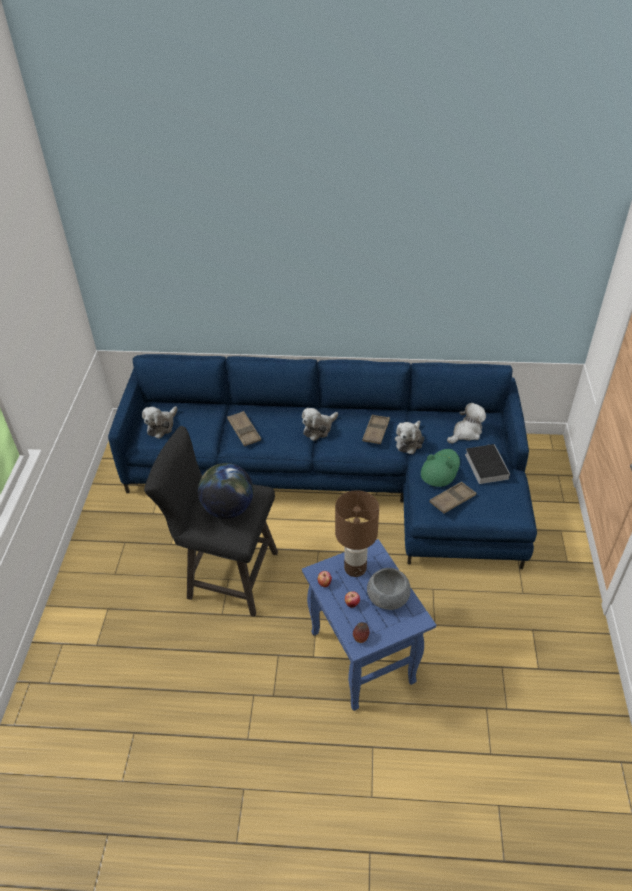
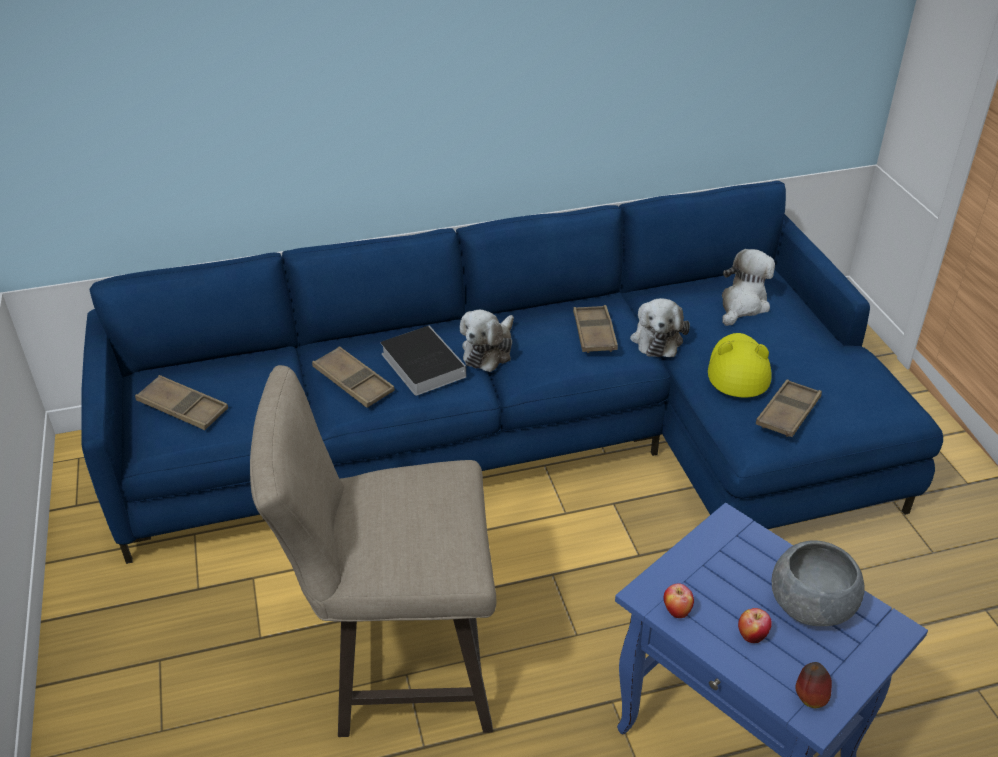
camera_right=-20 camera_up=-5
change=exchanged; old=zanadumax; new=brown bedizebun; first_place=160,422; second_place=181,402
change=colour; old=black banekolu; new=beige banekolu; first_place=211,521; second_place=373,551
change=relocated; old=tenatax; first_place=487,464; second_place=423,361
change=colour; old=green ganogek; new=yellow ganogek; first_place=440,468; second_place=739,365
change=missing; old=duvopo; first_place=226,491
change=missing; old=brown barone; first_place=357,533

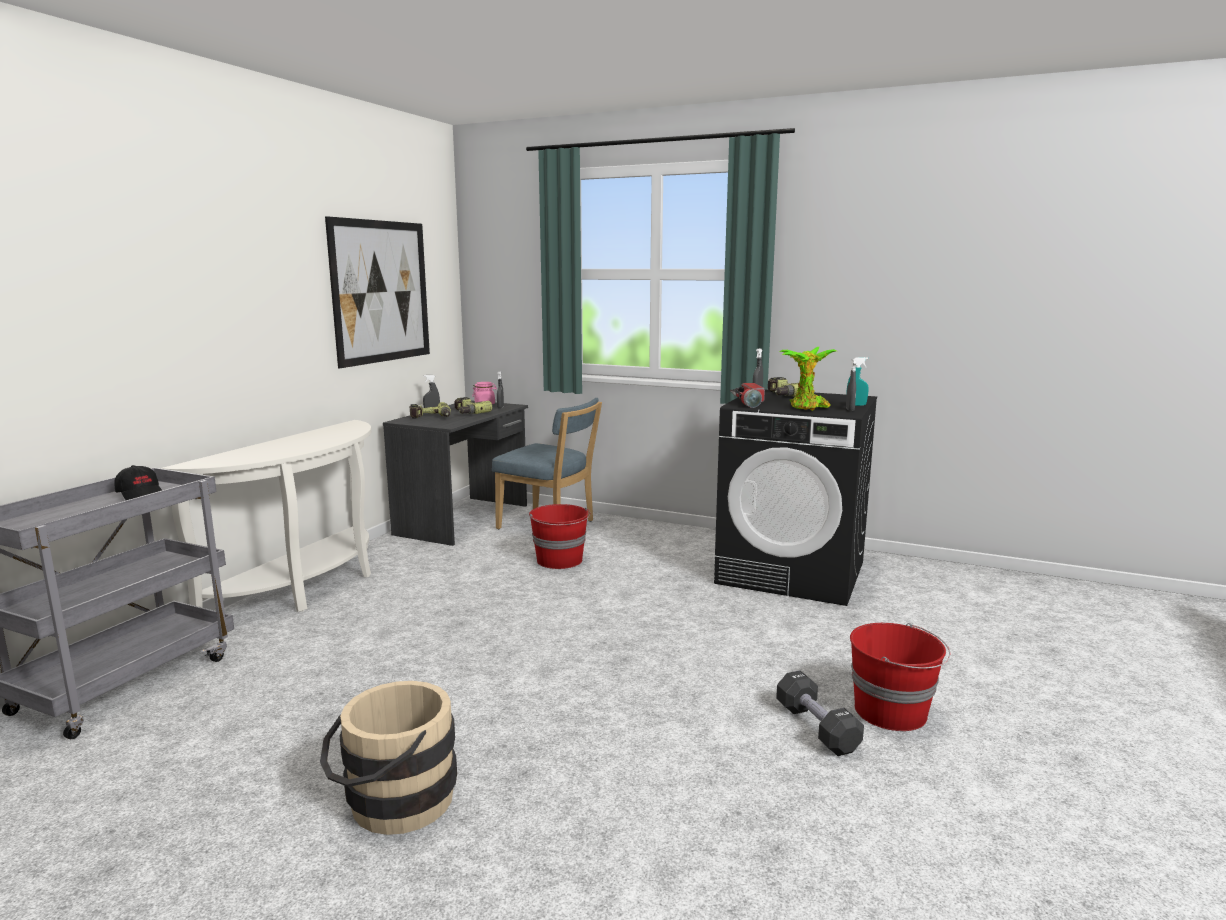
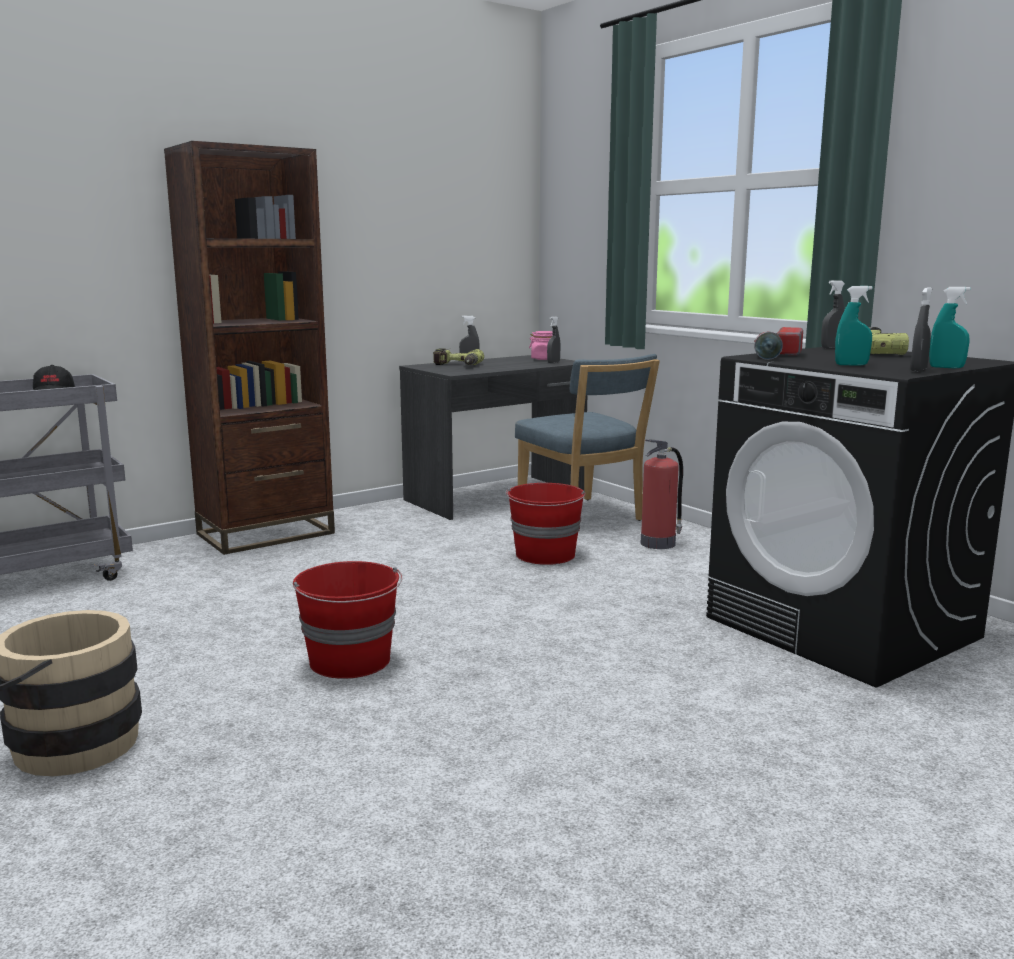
camera_right=30 camera_up=0
change=missing; old=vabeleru; first_place=377,292
change=exchanged; old=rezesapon; new=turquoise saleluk; first_place=808,379; second_place=854,326
change=missing; old=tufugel; first_place=473,405
change=exchanged; old=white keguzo; new=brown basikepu; first_place=266,516; second_place=249,348
change=relocated; old=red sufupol; first_place=900,677; second_place=347,620
change=missing; old=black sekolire; first_place=820,713
change=appeared; new=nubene; second_place=662,494

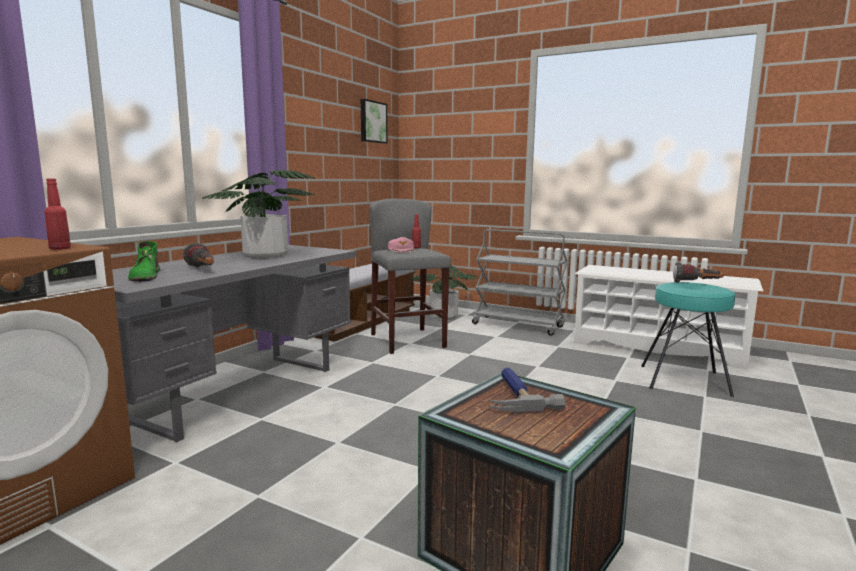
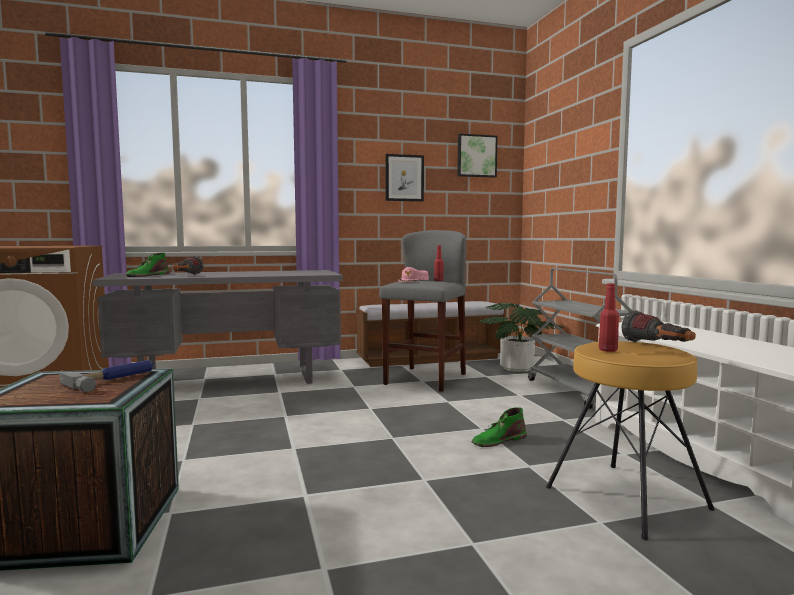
camera_right=45 camera_up=-5
change=missing; old=rezesapon; first_place=258,214
change=relocated; old=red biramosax; first_place=58,214; second_place=609,317
change=colour; old=turquoise banekolu; new=brown banekolu; first_place=688,339; second_place=630,441
change=appeared; new=vabeleru; second_place=404,178
change=appeared; new=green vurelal; second_place=499,427

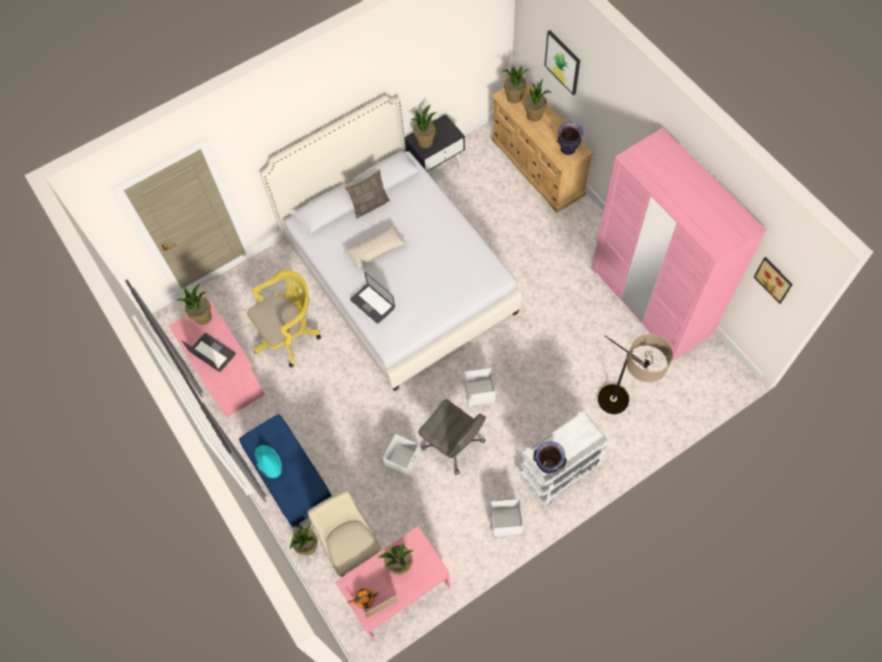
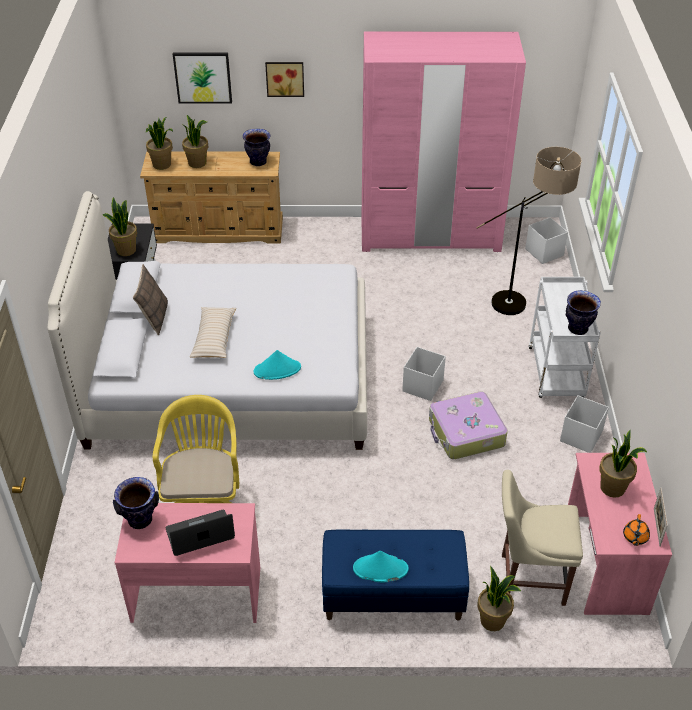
camera_right=-60 camera_up=-20
change=relocated; old=vabeleru; first_place=773,280; second_place=284,79
change=exchanged; old=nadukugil; new=turquoise ganogek; first_place=372,298; second_place=277,365
change=exchanged; old=rezesapon; new=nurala; first_place=194,304; second_place=136,503
change=exchanged; old=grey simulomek; new=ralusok; first_place=452,437; second_place=468,425
change=relocated; old=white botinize; first_place=402,456; second_place=546,240

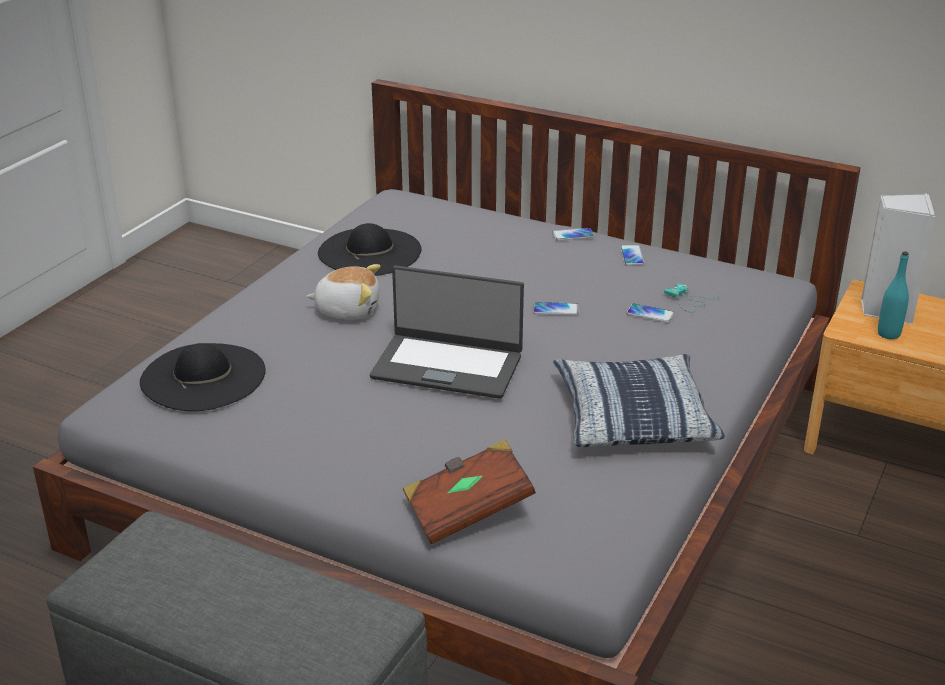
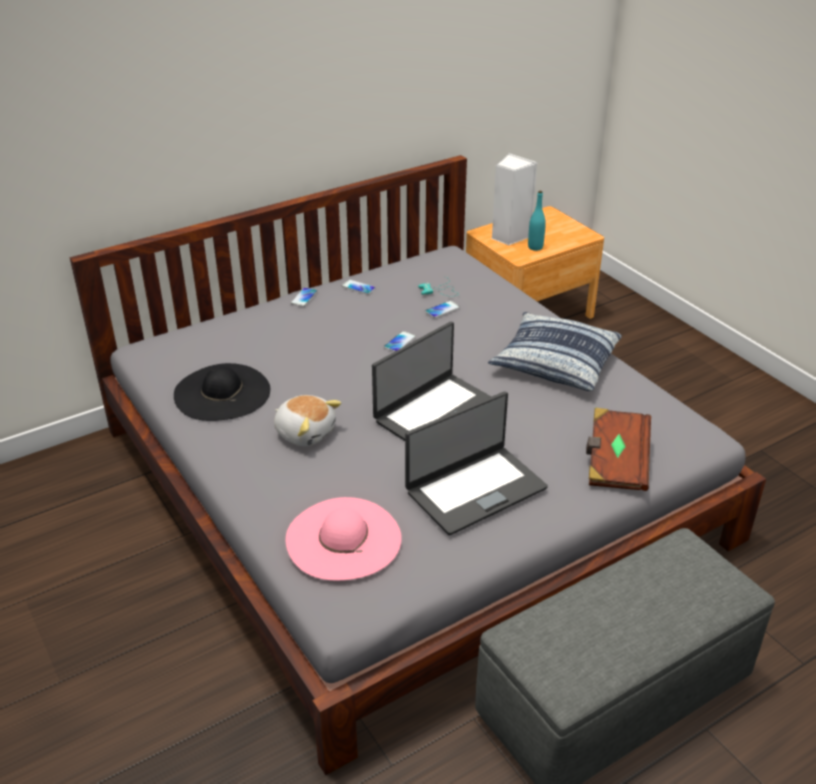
camera_right=-60 camera_up=5
change=spun; old=zanadumax; first_place=343,292; second_place=307,420; degrees=90
change=colour; old=black ganogek; new=pink ganogek; first_place=203,377; second_place=343,539
change=appeared; new=nadukugil; second_place=476,463

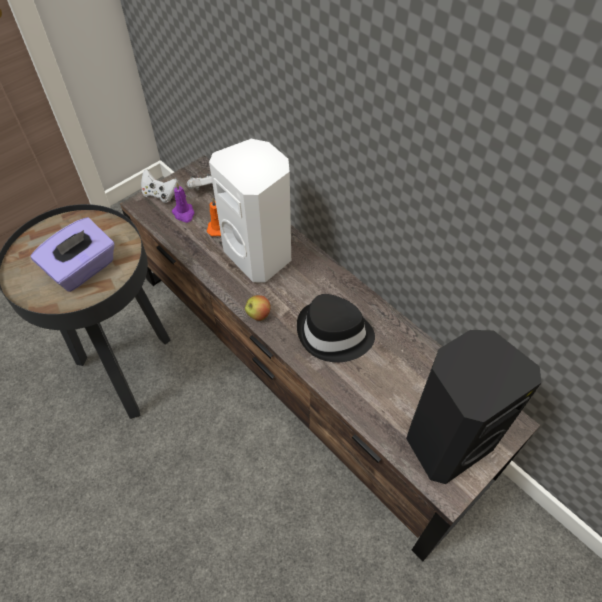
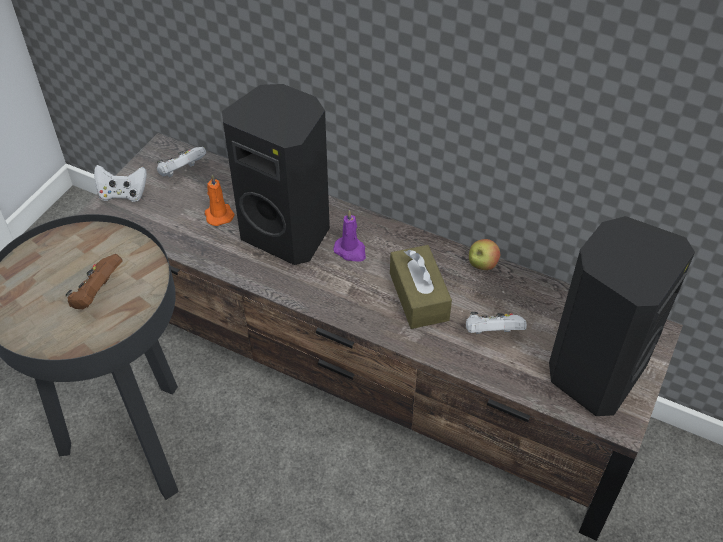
camera_right=-20 camera_up=-5
change=colour; old=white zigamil; new=black zigamil; first_place=250,211; second_place=276,174
change=relocated; old=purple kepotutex; first_place=183,202; second_place=349,236
change=exchanged; old=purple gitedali; new=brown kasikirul; first_place=73,254; second_place=93,281
change=exchanged; old=black ganogek; new=brown gitedali; first_place=336,328; second_place=421,287
change=relocated; old=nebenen; first_place=258,308; second_place=484,254
change=appeared; new=white kasikirul; second_place=496,323

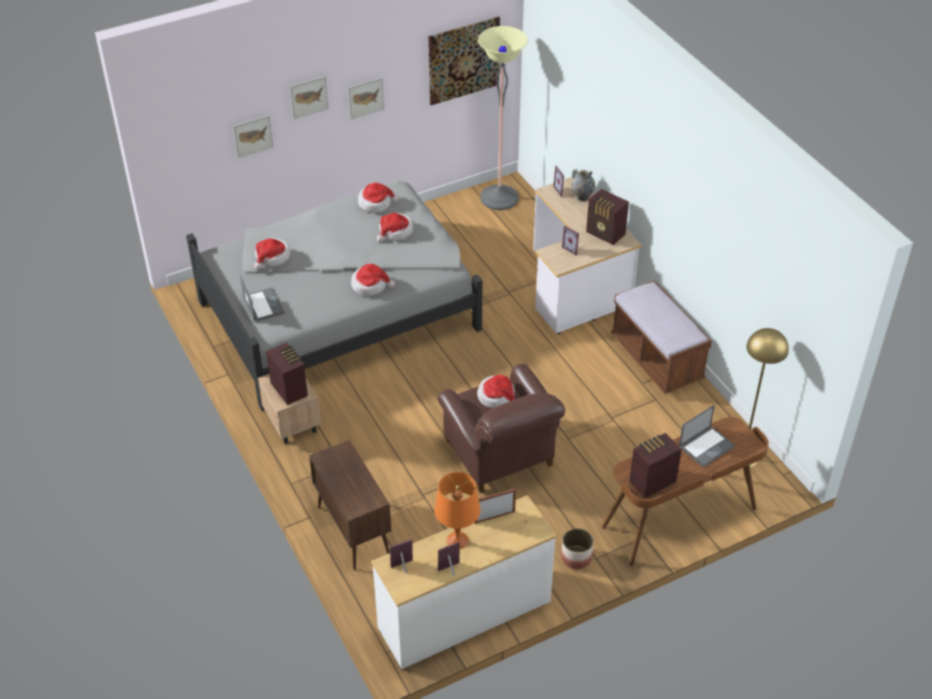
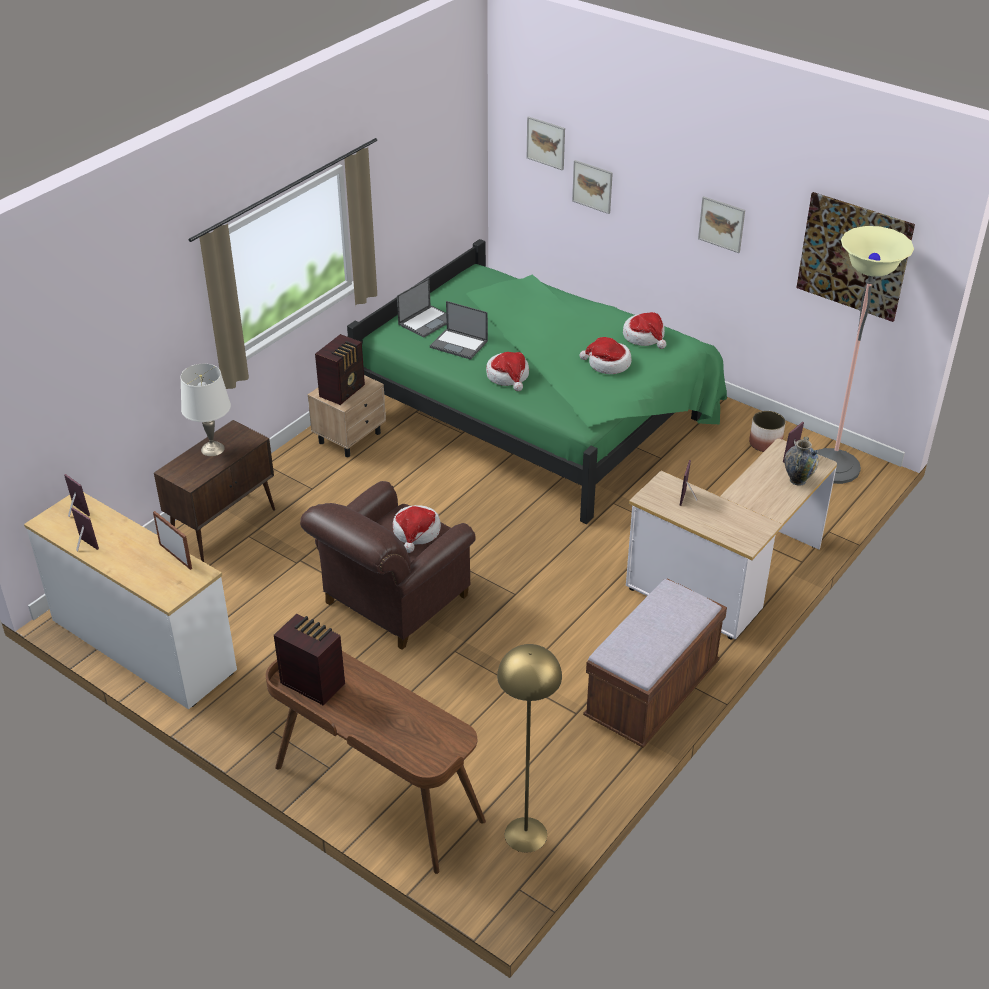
camera_right=65 camera_up=-5
change=relocated; old=vabeleru; first_place=309,97; second_place=546,143
change=colour; old=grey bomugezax; new=green bomugezax; first_place=334,295; second_place=537,381
change=missing; old=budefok; first_place=607,217
change=missing; old=ganogek; first_place=272,254
change=relocated; old=nadukugil; first_place=707,436; second_place=459,330
change=missing; old=orange barone; first_place=457,510
change=relocated; old=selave; first_place=577,548; second_place=767,431
change=appeared; new=white barone; second_place=205,410

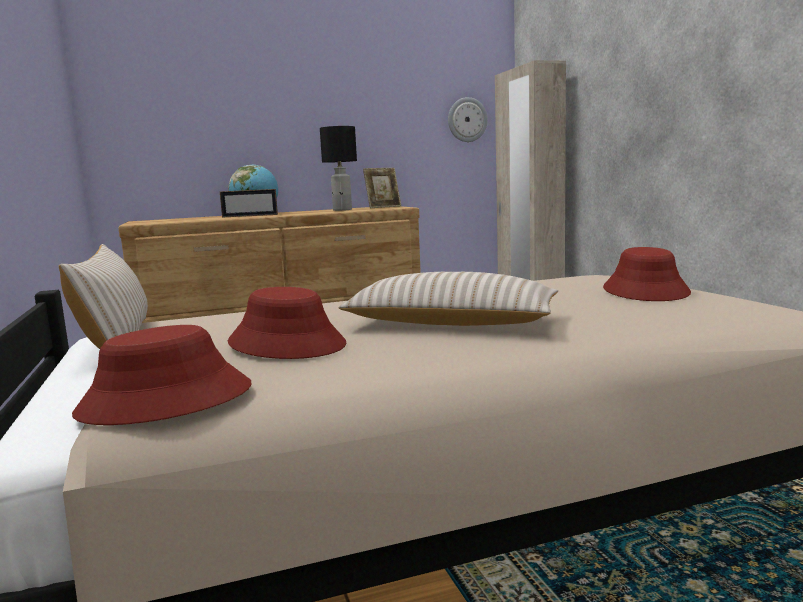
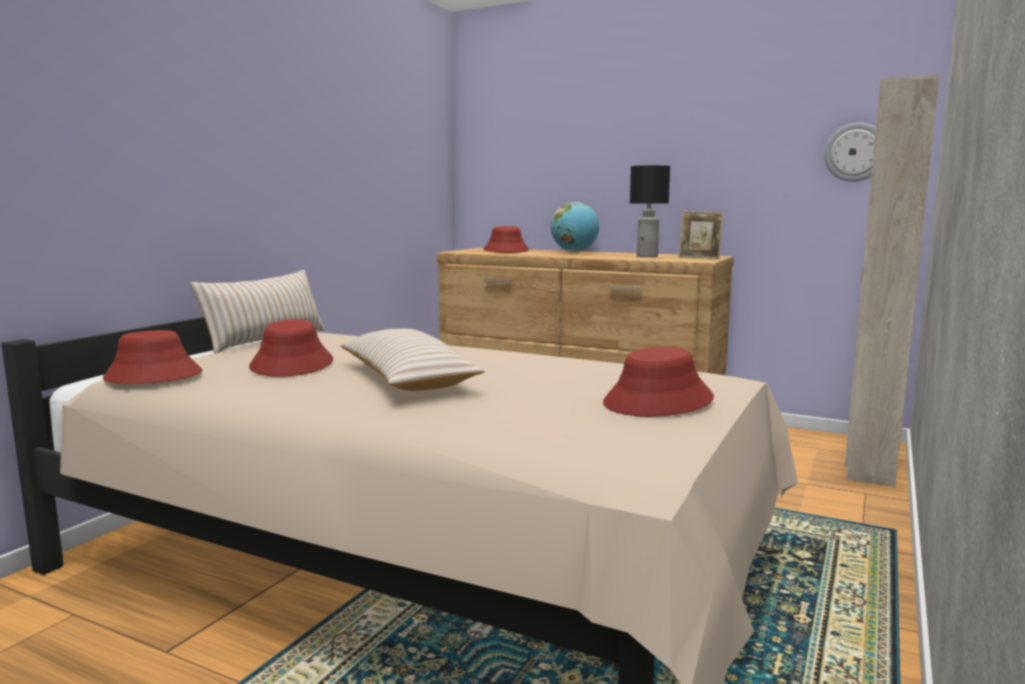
camera_right=45 camera_up=0
change=missing; old=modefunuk; first_place=249,203
change=appeared; new=red ganogek; second_place=506,239

